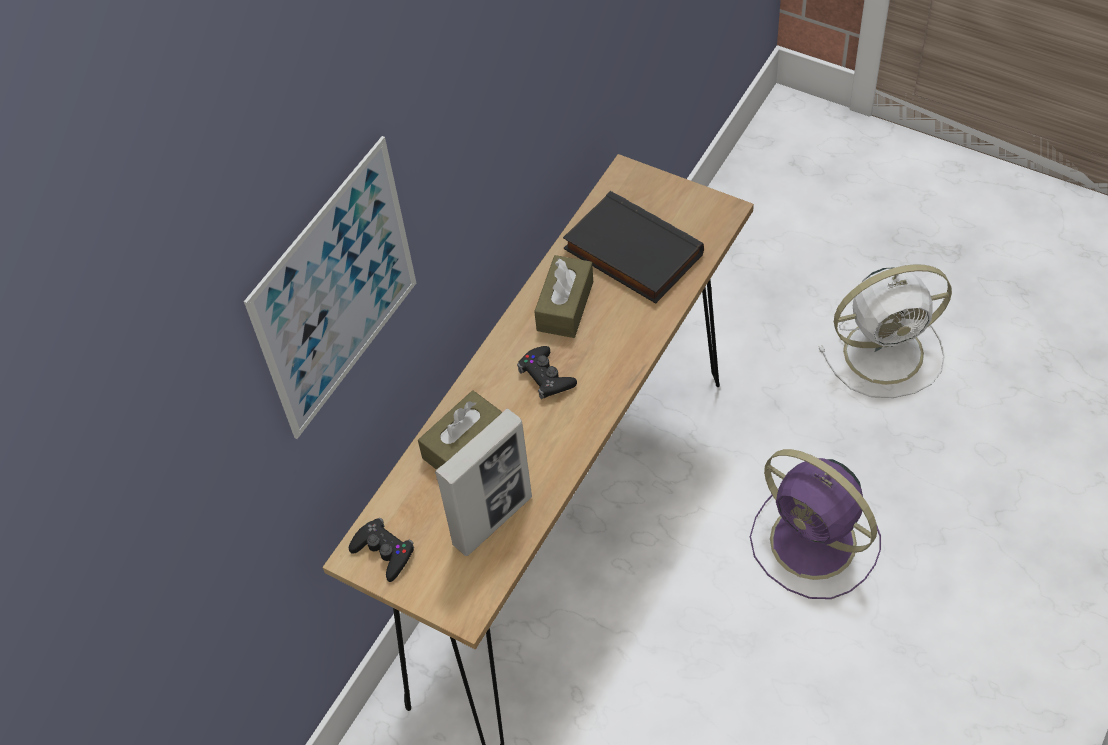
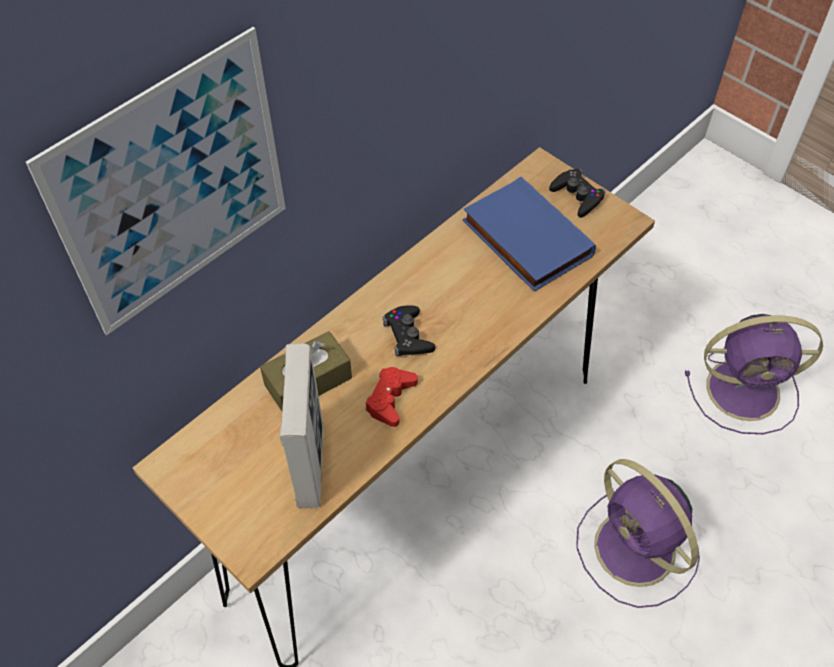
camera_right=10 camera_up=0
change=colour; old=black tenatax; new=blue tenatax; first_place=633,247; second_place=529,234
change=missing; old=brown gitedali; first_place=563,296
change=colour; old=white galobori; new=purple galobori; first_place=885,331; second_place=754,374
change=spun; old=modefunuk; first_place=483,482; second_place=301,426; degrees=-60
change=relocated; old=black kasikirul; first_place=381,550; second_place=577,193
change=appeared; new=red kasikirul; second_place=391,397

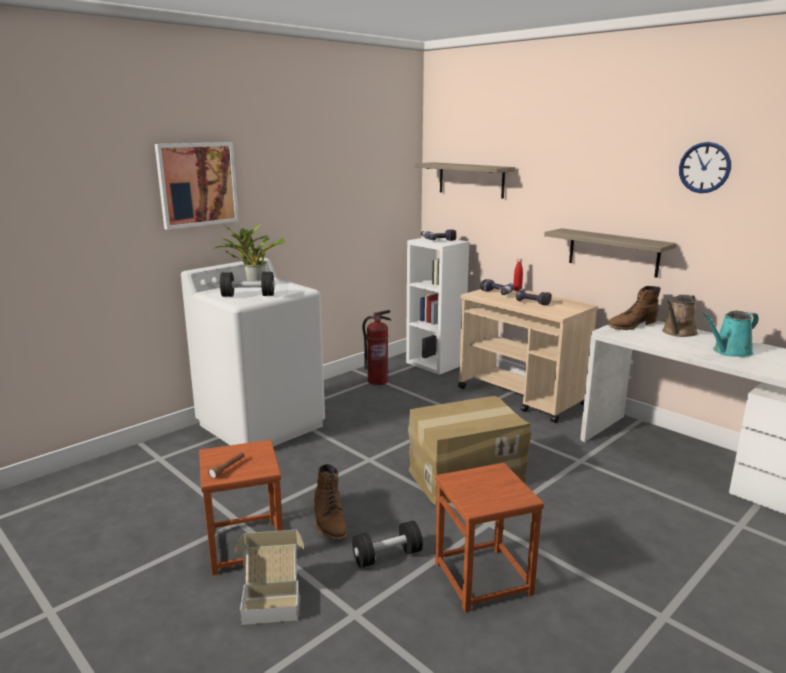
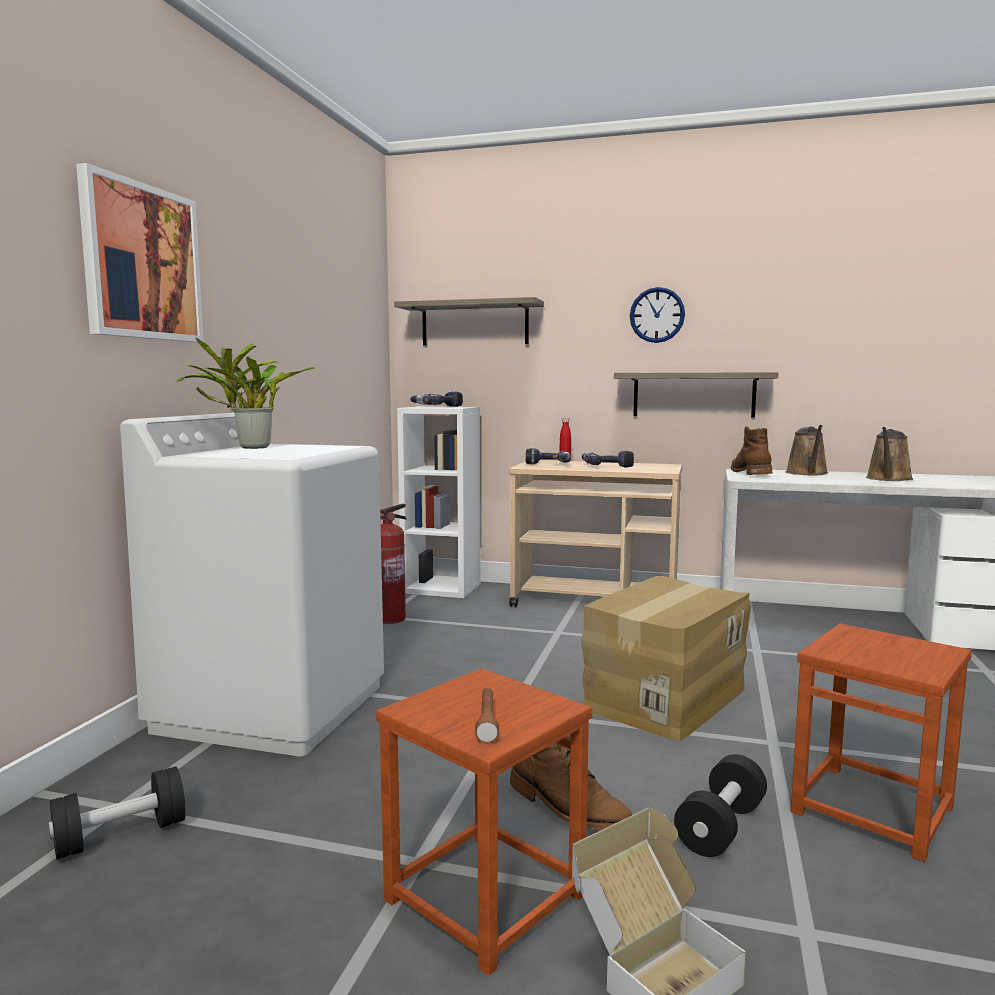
camera_right=-30 camera_up=-10
change=relocated; old=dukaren; first_place=705,167; second_place=657,315
change=relocated; old=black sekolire; first_place=247,284; second_place=117,813
change=spun; old=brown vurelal; first_place=634,308; second_place=752,451; degrees=150
change=colour; old=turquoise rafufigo; new=brown rafufigo; first_place=731,334; second_place=889,454

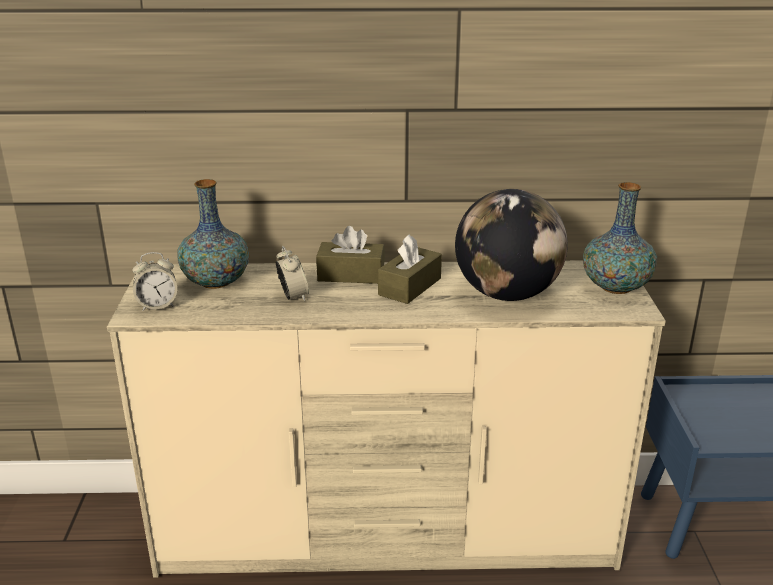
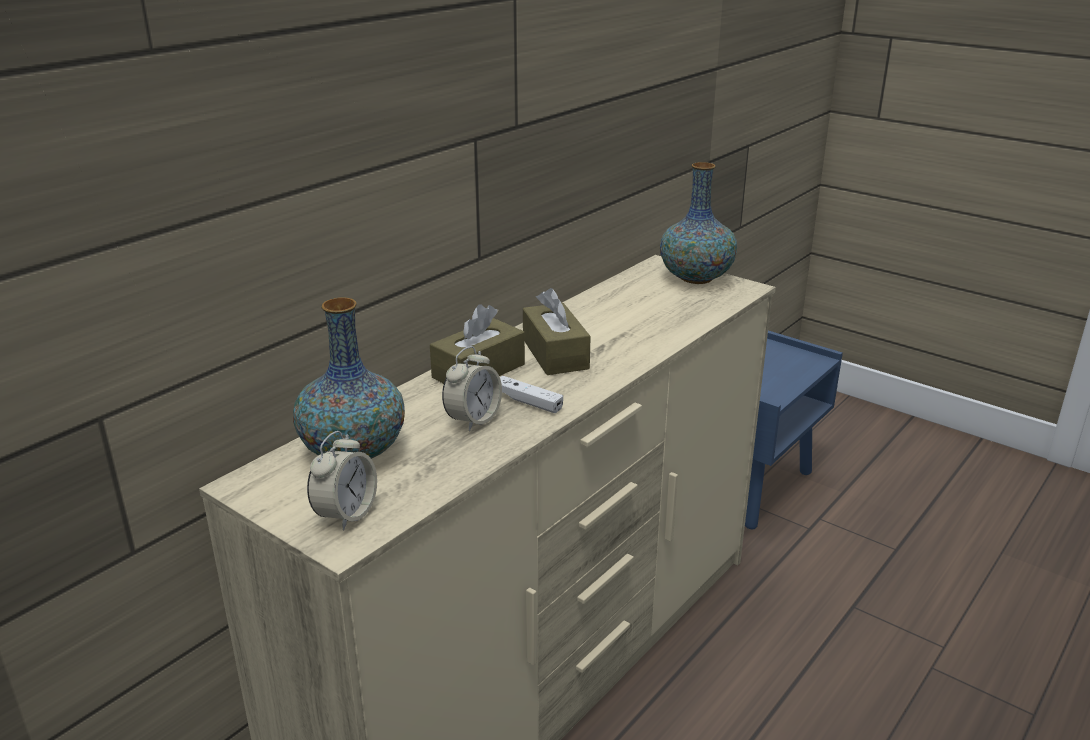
camera_right=-50 camera_up=0
change=missing; old=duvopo; first_place=511,245
change=spun; old=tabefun; first_place=292,273; second_place=472,388; degrees=105
change=appeared; new=white kasikirul; second_place=531,394

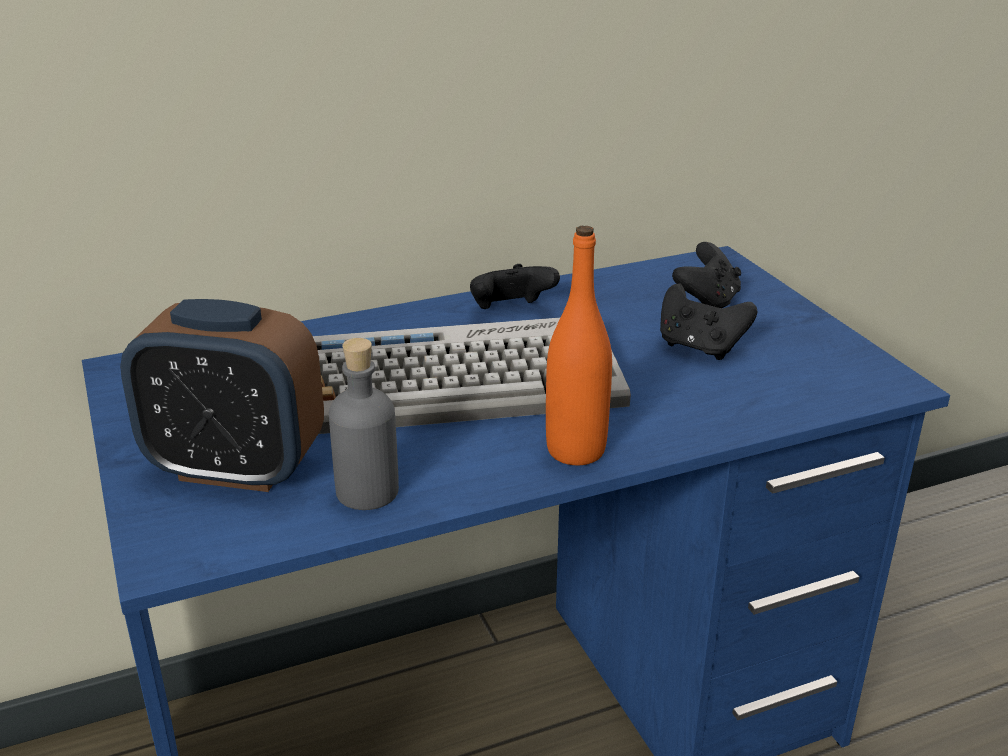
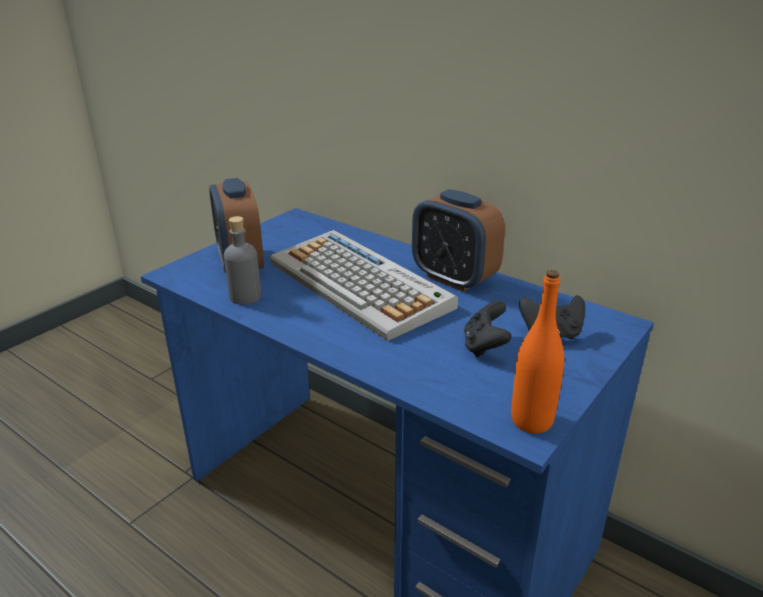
camera_right=60 camera_up=0
change=relocated; old=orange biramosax; first_place=579,345; second_place=537,351
change=exchanged; old=black kasikirul; new=tabefun; first_place=515,286; second_place=458,240

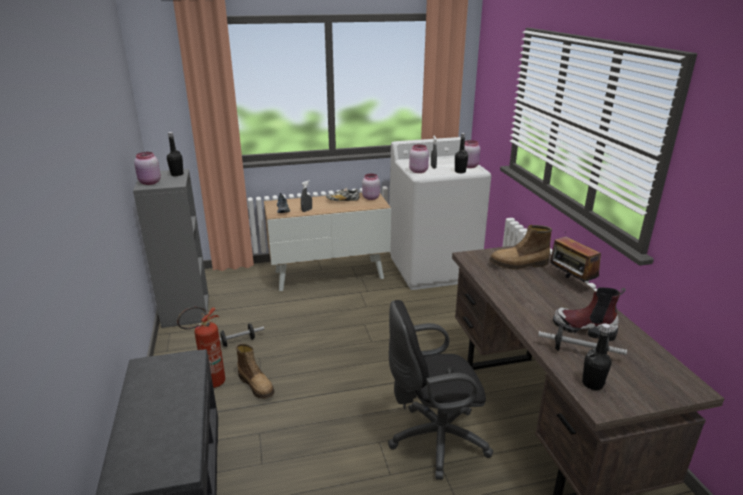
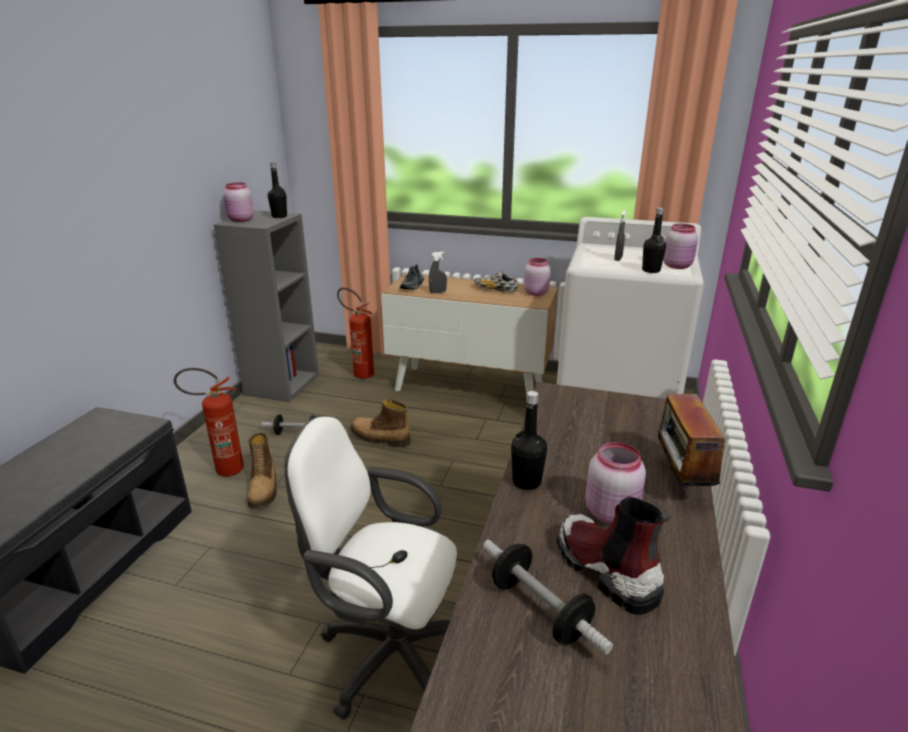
camera_right=30 camera_up=0
change=relocated; old=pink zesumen; first_place=419,158; second_place=615,483
change=relocated; old=vurelal; first_place=520,247; second_place=380,423
change=colour; old=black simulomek; new=white simulomek; first_place=440,390; second_place=371,568
change=relocated; old=black biramosax; first_place=597,356; second_place=529,440
change=appeared; new=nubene; second_place=355,333

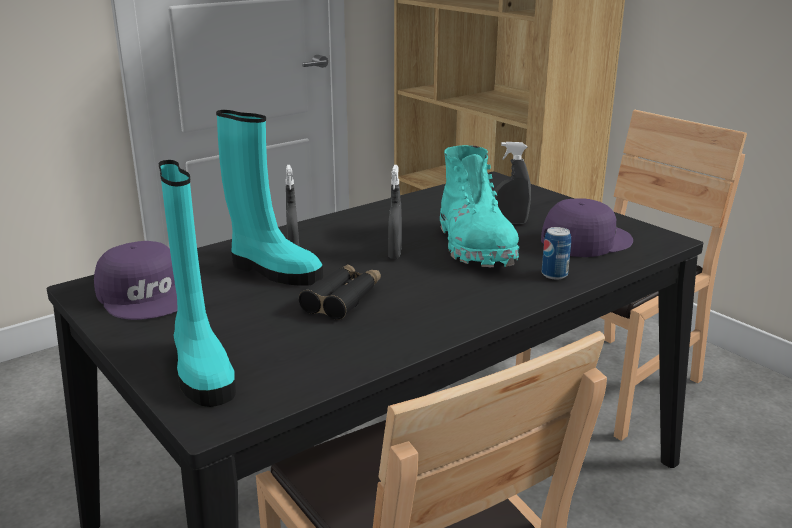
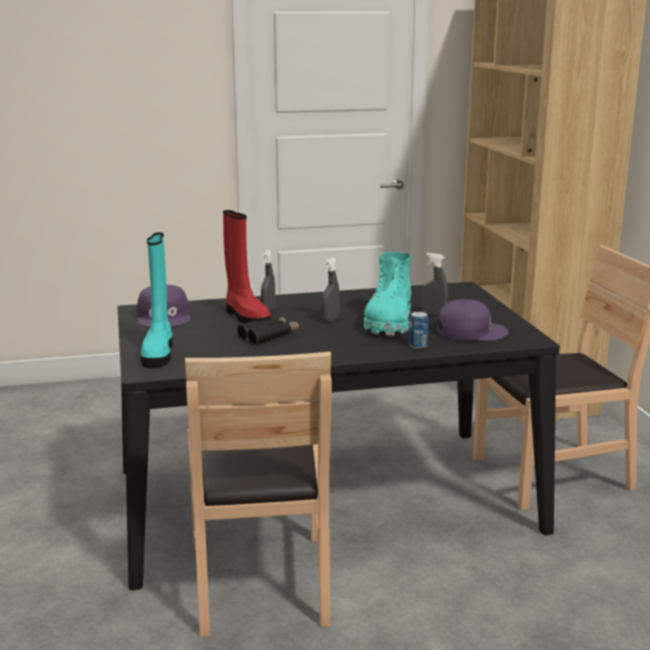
camera_right=25 camera_up=-5
change=colour; old=turquoise vurelal; new=red vurelal; first_place=269,198; second_place=247,267

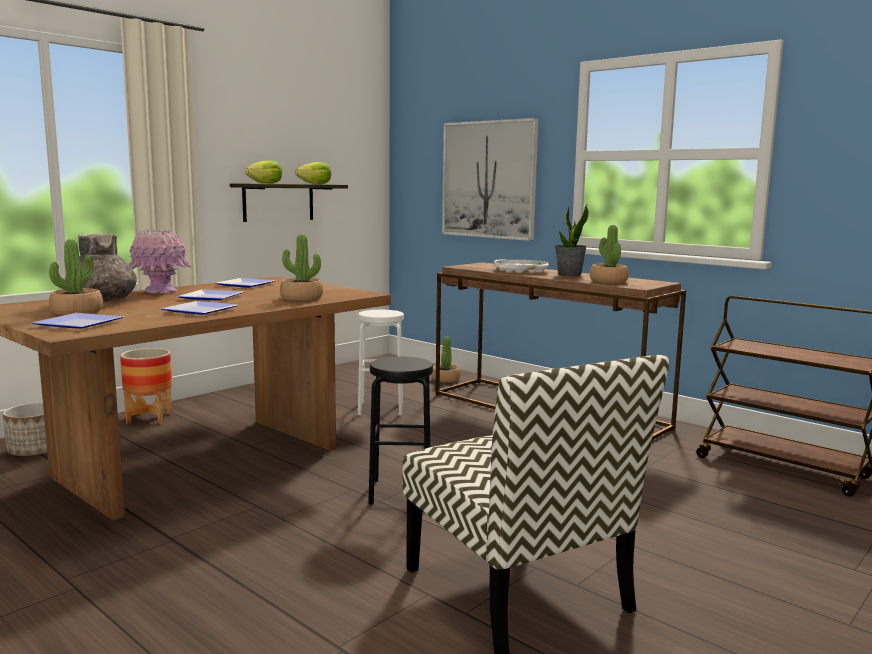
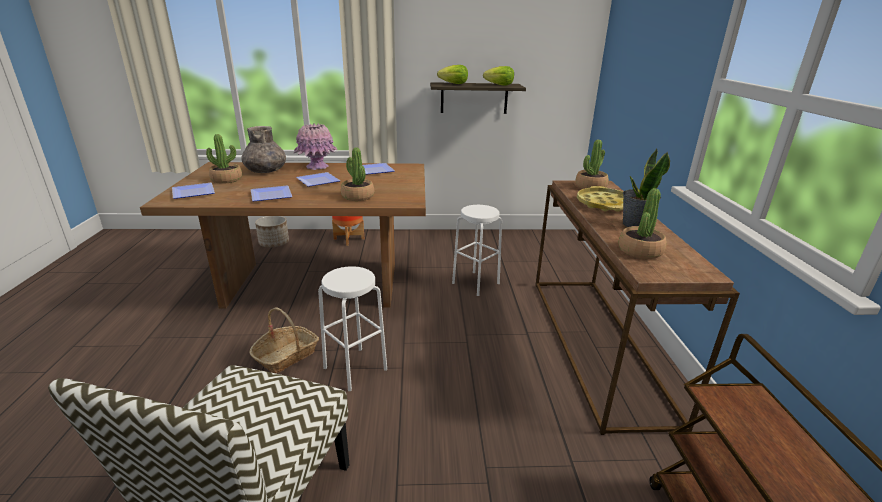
camera_right=45 camera_up=15
change=missing; old=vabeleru; first_place=490,179
change=colour; old=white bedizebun; new=yellow bedizebun; first_place=521,266; second_place=600,199
change=relocated; old=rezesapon; first_place=445,360; second_place=592,164
change=colour; old=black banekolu; new=white banekolu; first_place=400,431; second_place=352,328
change=appeared; new=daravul; second_place=284,340

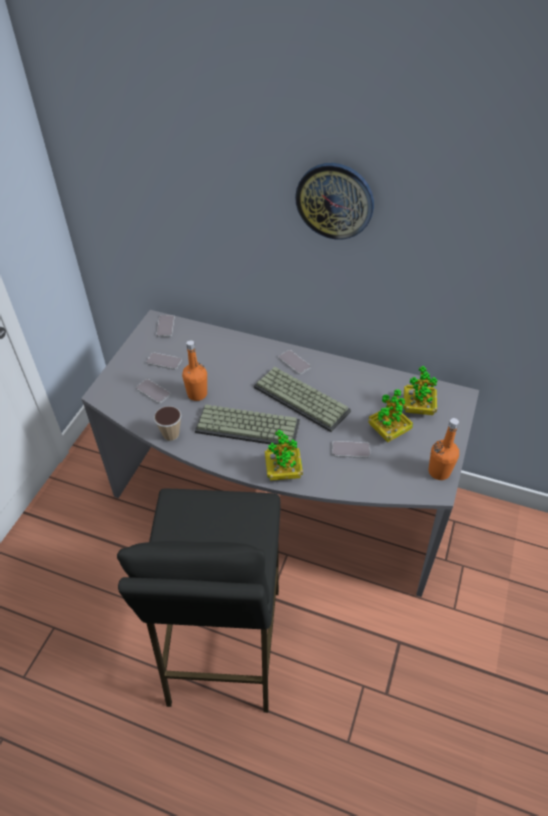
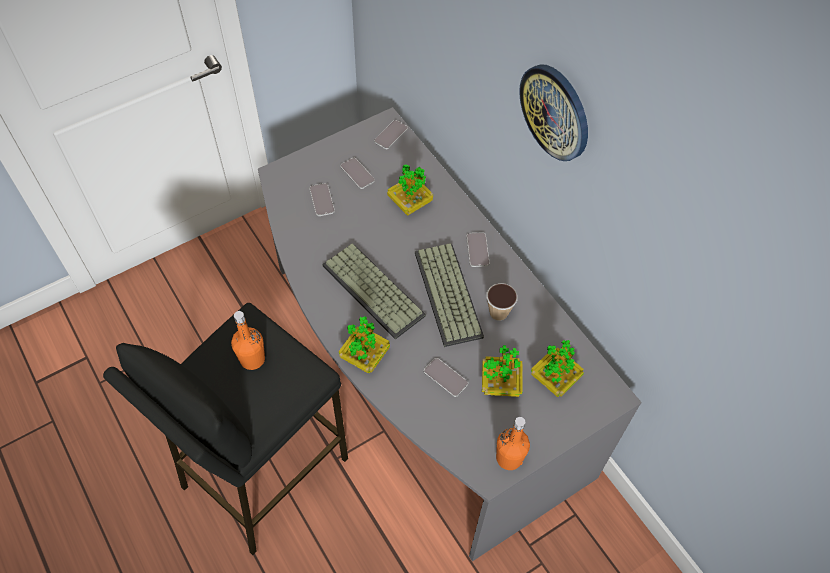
camera_right=35 camera_up=10
change=relocated; old=orange biramosax; first_place=194,370; second_place=248,340
change=relocated; old=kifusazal; first_place=167,423; second_place=502,302
change=appeared; new=rezesapon; second_place=410,190

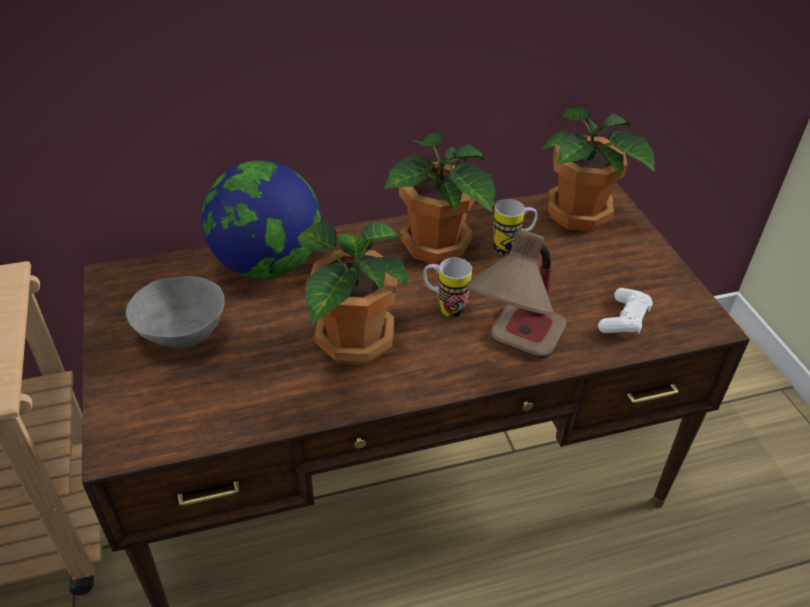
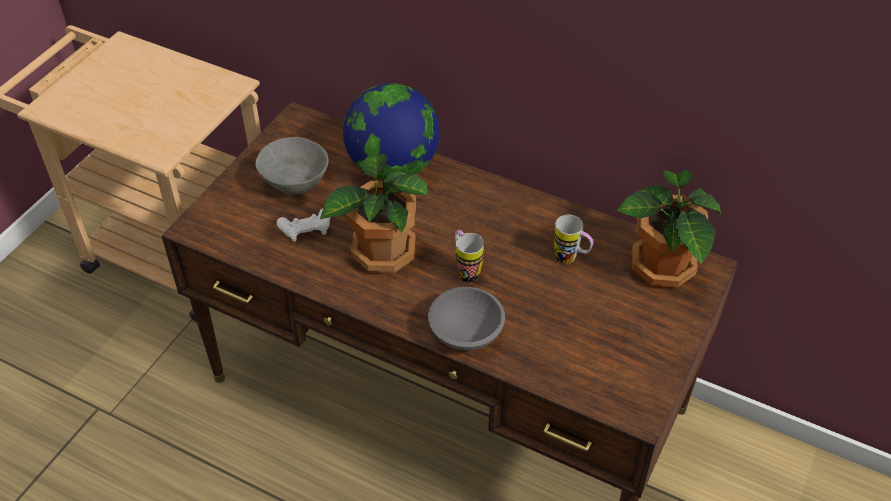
camera_right=45 camera_up=5
change=missing; old=rezesapon; first_place=439,198
change=exchanged; old=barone; new=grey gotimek; first_place=516,294; second_place=466,319
change=relocated; old=white kasikirul; first_place=625,311; second_place=304,225

